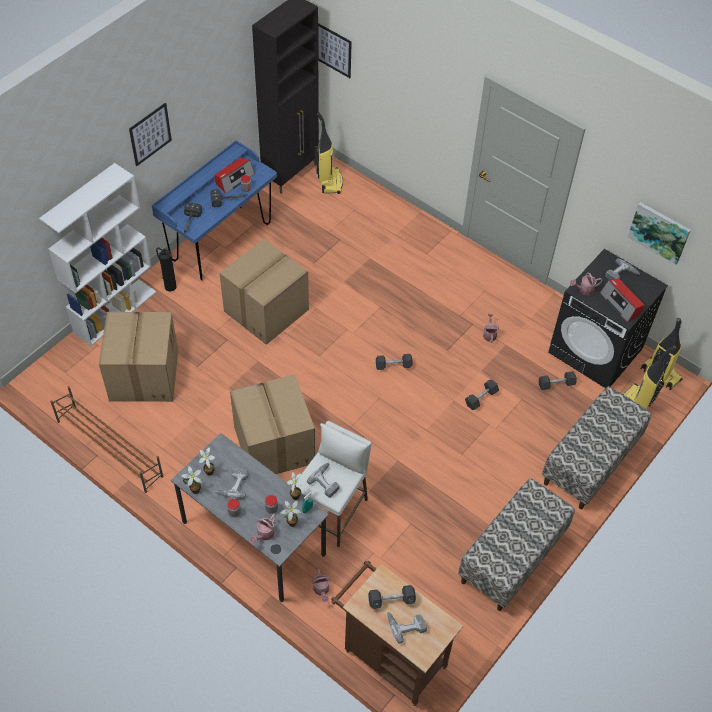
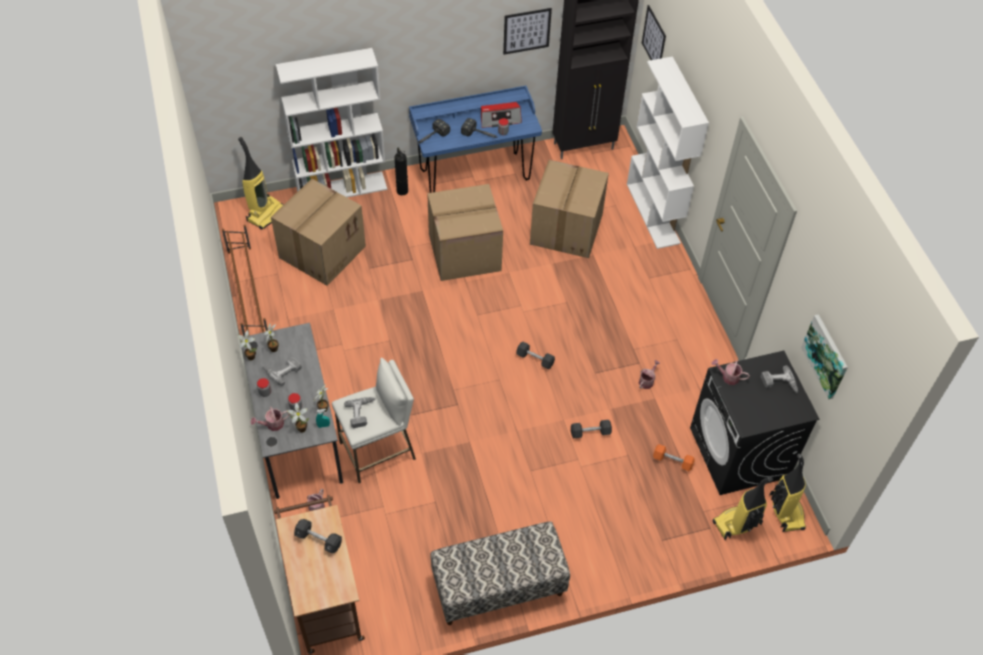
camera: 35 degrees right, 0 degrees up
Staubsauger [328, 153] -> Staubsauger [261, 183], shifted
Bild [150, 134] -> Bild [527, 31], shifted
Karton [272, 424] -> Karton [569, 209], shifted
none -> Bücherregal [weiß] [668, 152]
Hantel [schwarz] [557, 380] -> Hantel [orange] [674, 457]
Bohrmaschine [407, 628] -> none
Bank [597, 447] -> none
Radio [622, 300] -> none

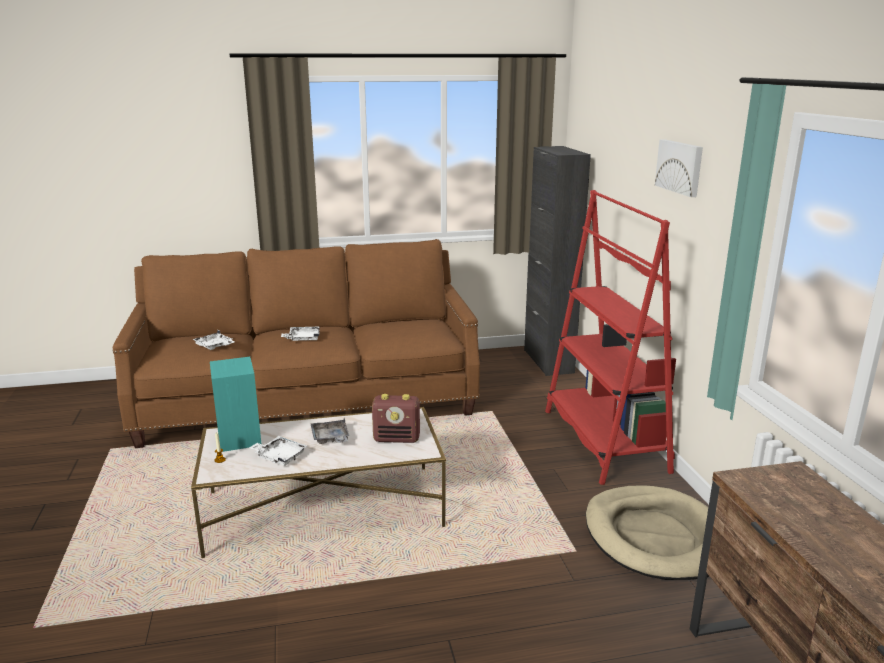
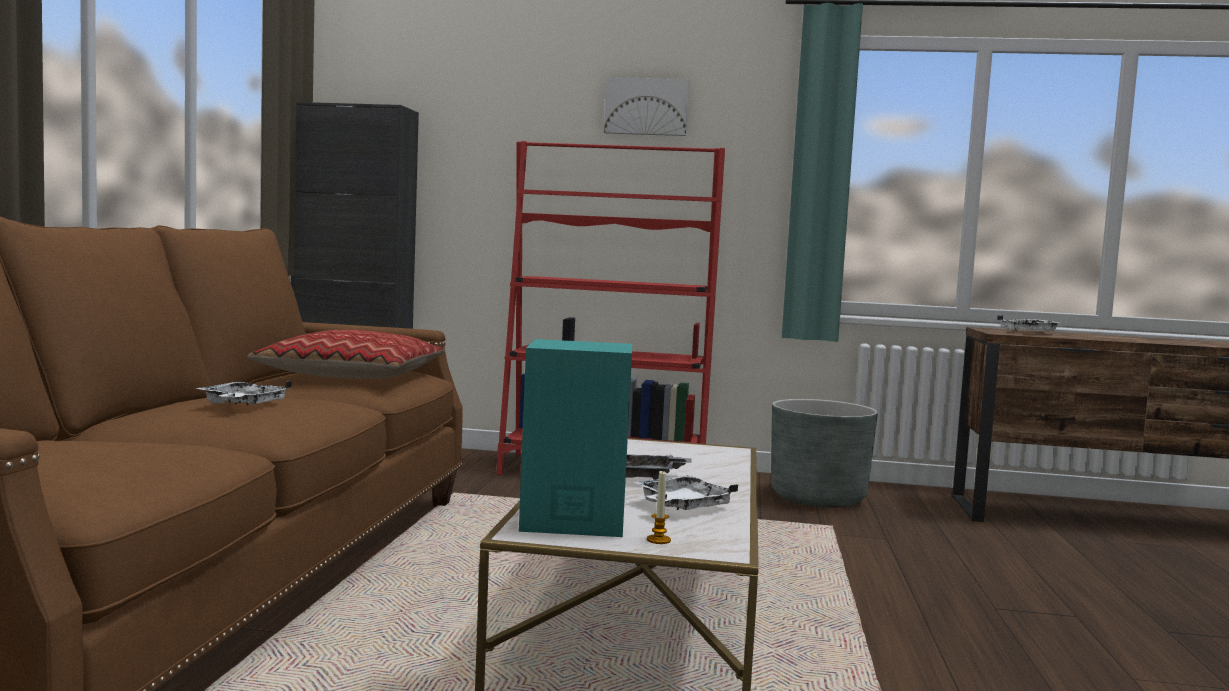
camera: 70 degrees left, 15 degrees down
none -> Kissen [346, 354]
Hundebett [beige] [647, 532] -> Pflanzkübel [grau] [824, 453]
Tablett [weiß] [213, 340] -> Tablett [weiß] [1028, 323], shifted
Radio [396, 418] -> none

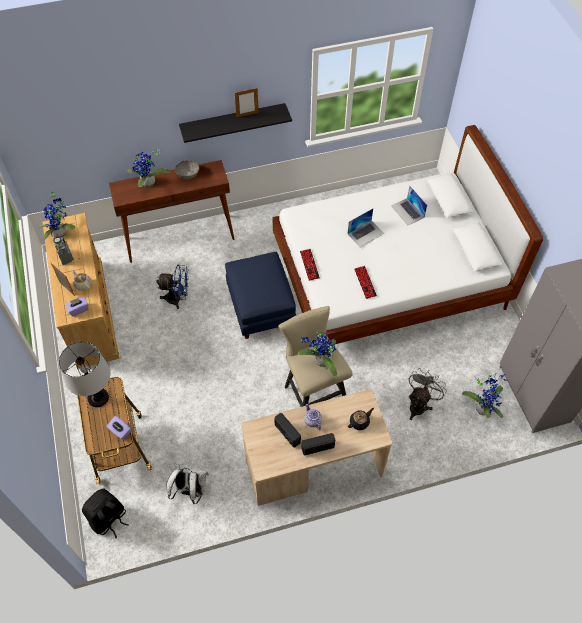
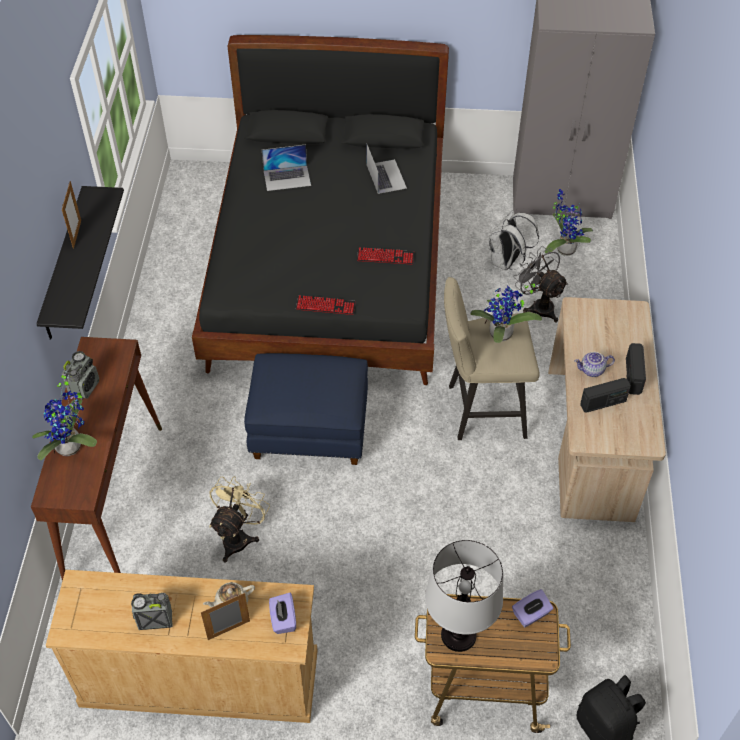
camera: 70 degrees left, 5 degrees down
Schüssel [grau] [187, 169] -> Radio [80, 375]
Bett [weiß] [407, 234] -> Bett [schwarz] [320, 210]
Ventilator [blau] [172, 287] -> Ventilator [beige] [239, 519]
Laptop [366, 228] -> Laptop [387, 169], shifted
Rucksack [weiß] [187, 484] -> Rucksack [weiß] [514, 240], shifted
Topfpflanze [56, 214] -> none
Teekanne [schwarz] [361, 419] -> none

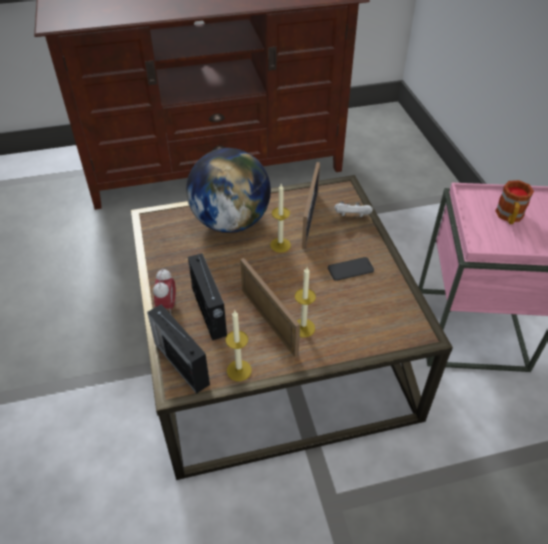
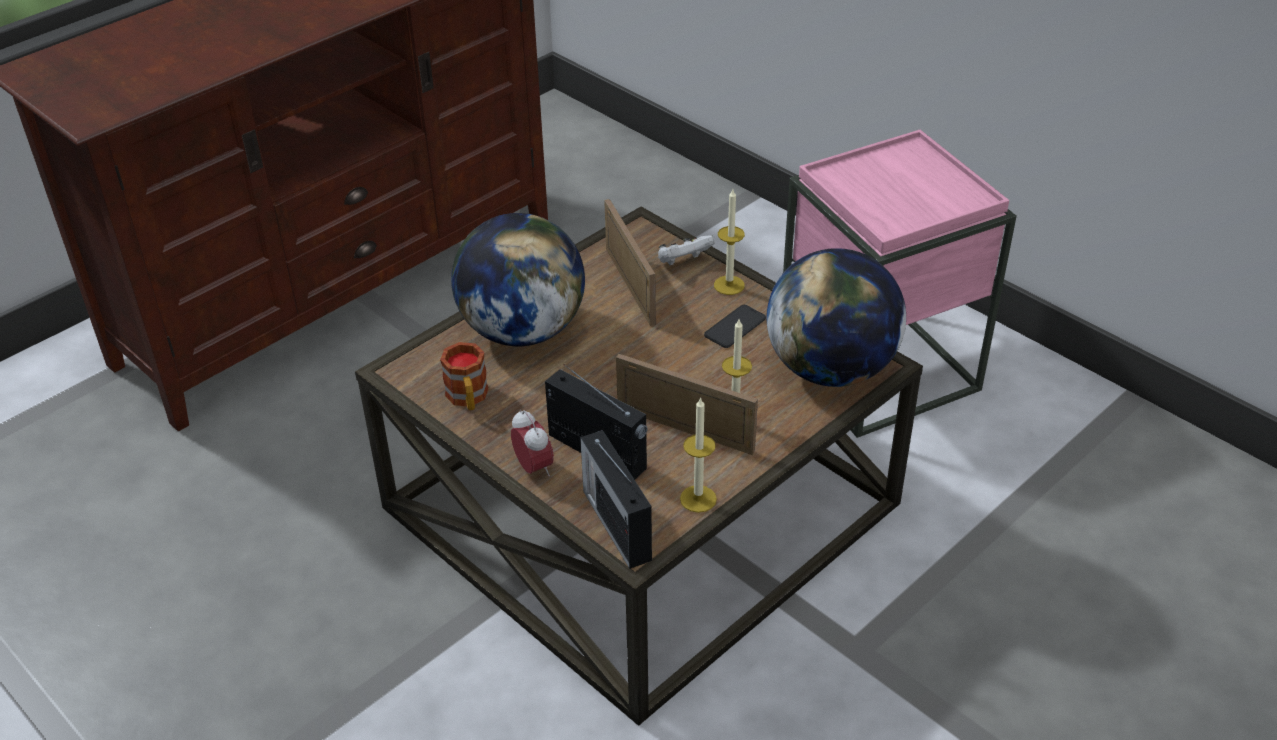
camera: 30 degrees left, 5 degrees down
Henkelbecher [514, 202] -> Henkelbecher [464, 376], shifted
Radio [178, 349] -> Radio [616, 499], 45 degrees clockwise
Kerze [280, 218] -> Kerze [729, 242], shifted
none -> Globus [836, 317]

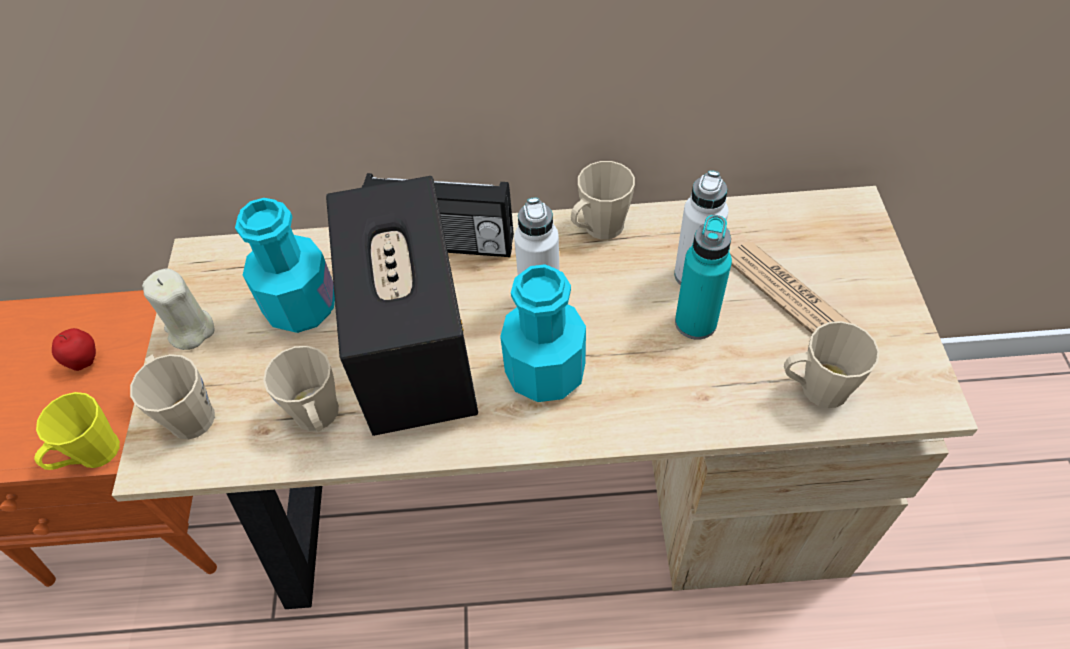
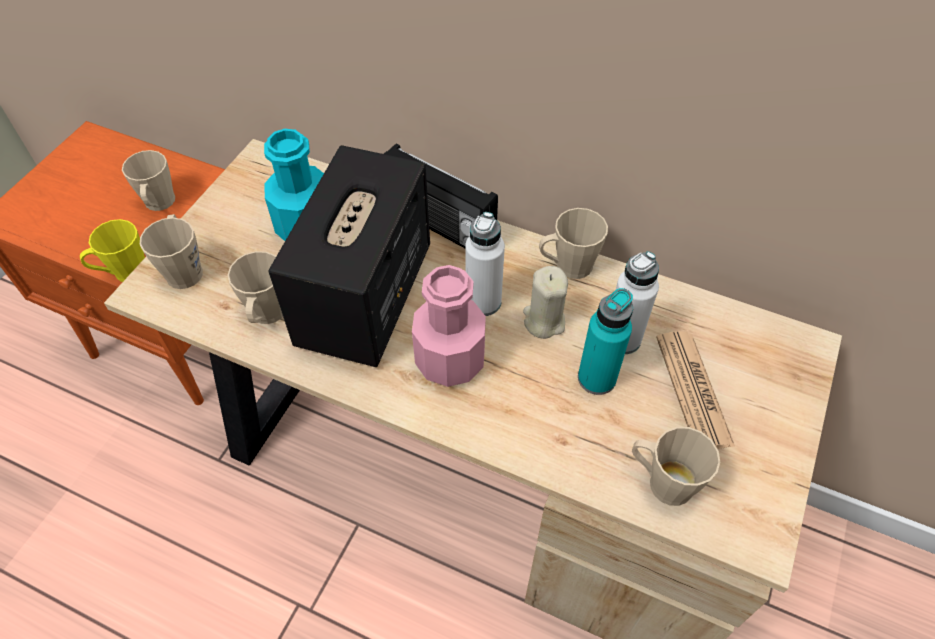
camera: 25 degrees right, 0 degrees up
Apfel [74, 349] -> Henkelbecher [beige] [148, 180]
Flasche [türkis] [543, 333] -> Flasche [rosa] [449, 326]
Kerze [beige] [178, 309] -> Kerze [beige] [545, 302], shifted

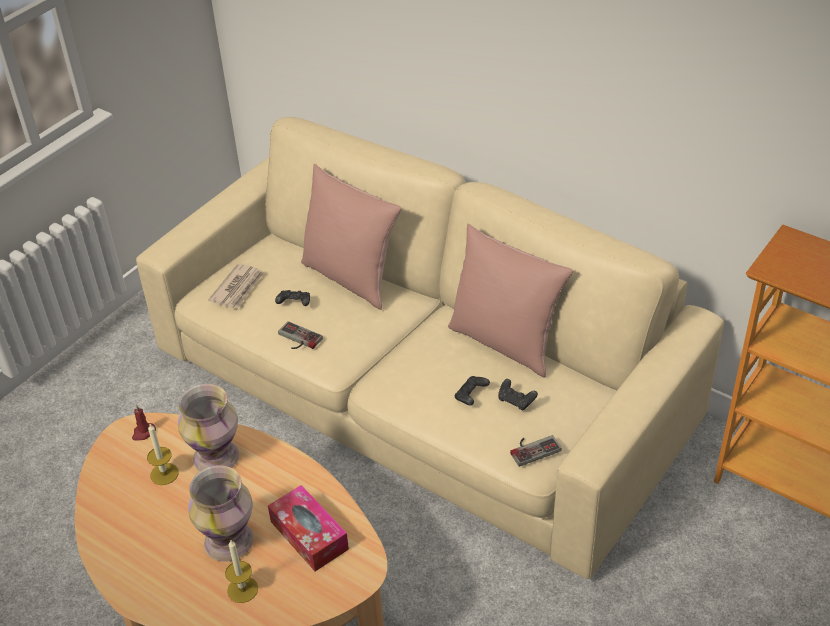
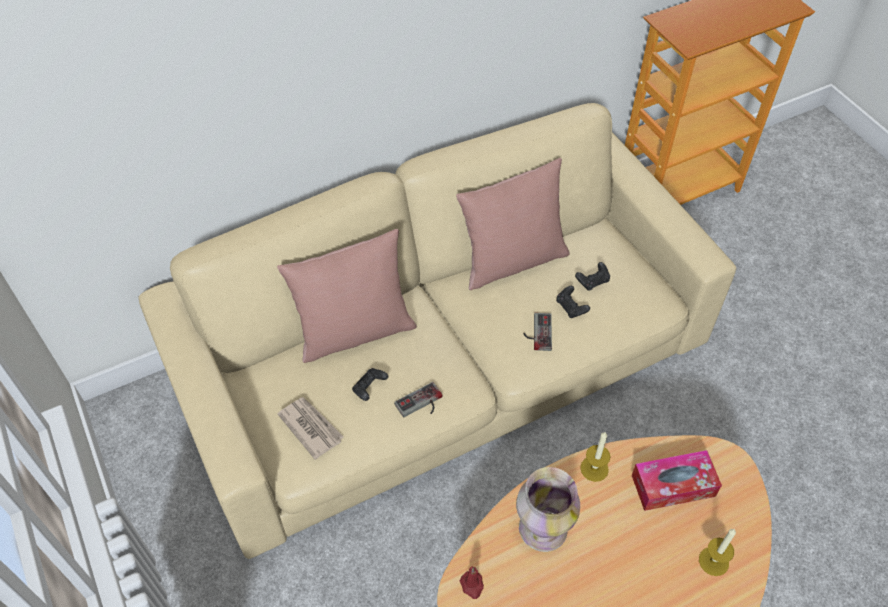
camera: 65 degrees left, 10 degrees up
Gamepad [536, 451] -> Gamepad [537, 332], shifted
Kerze [162, 454] -> Kerze [595, 457], shifted
Vase [221, 513] -> none

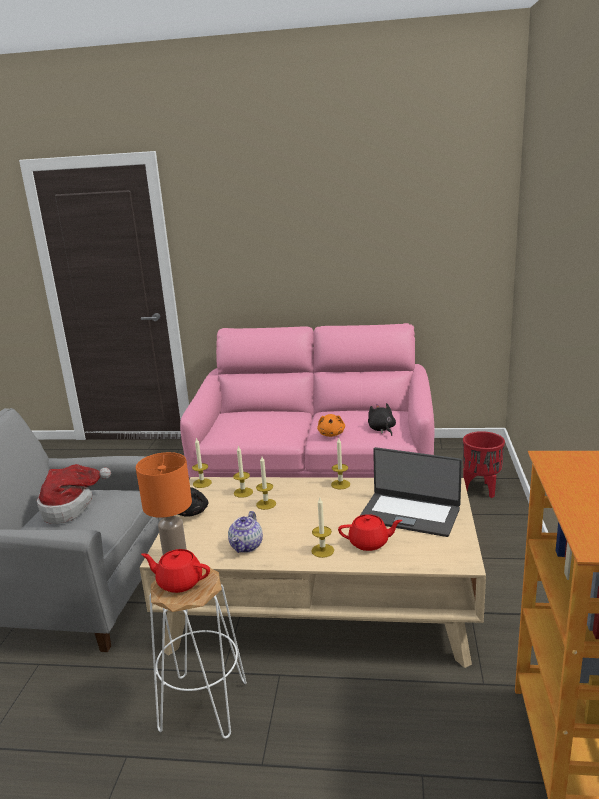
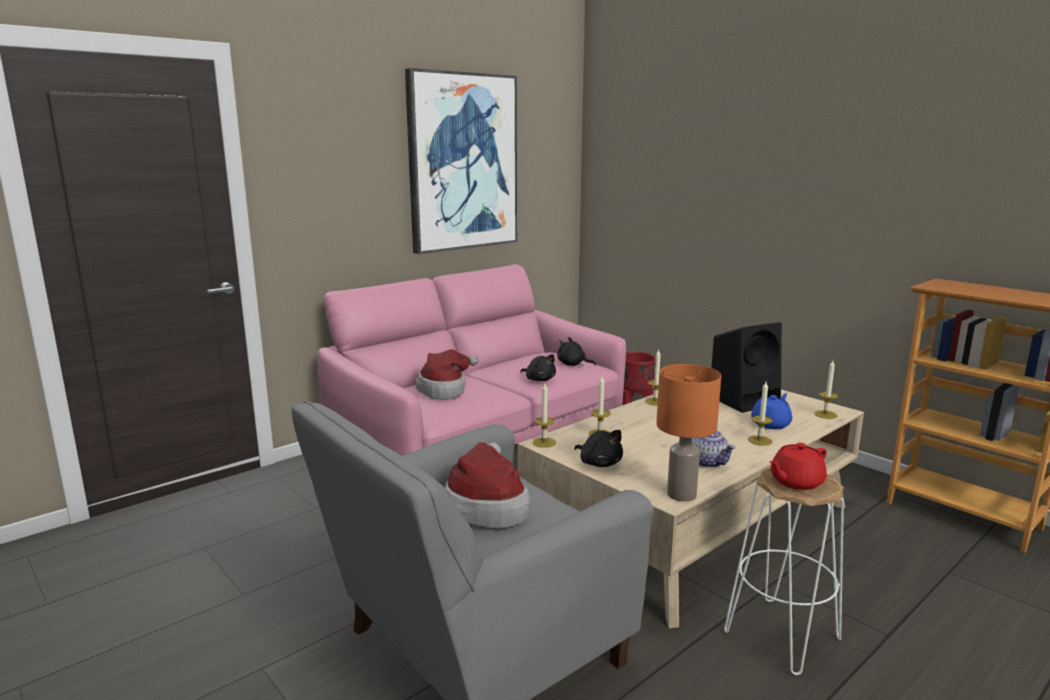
camera: 50 degrees left, 5 degrees down
none -> Bild [461, 161]
none -> Hut [447, 374]
Plüschtier [orange] [331, 425] -> Plüschtier [schwarz] [538, 367]
Laptop [411, 492] -> Lautsprecher [schwarz] [746, 367]
Teekanne [rot] [370, 532] -> Teekanne [blau] [771, 411]
Kerze [266, 483] -> Kerze [826, 389], shifted

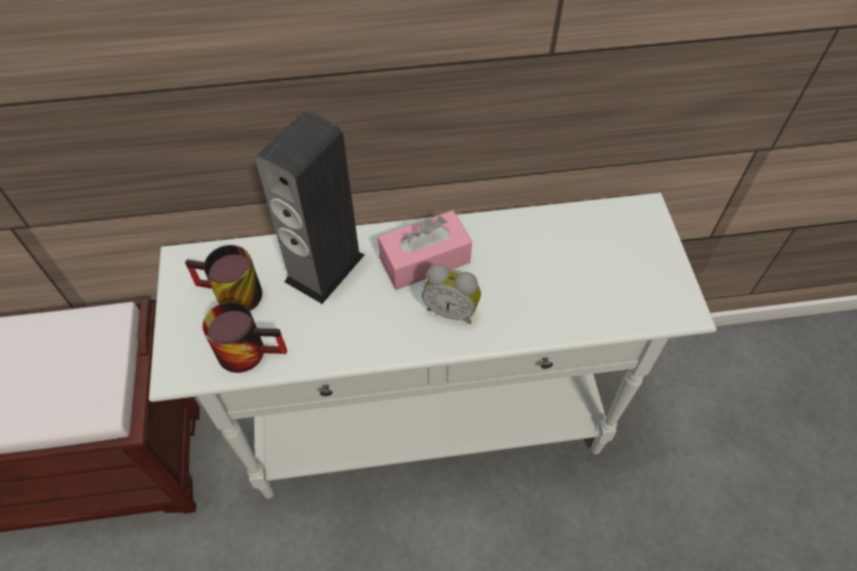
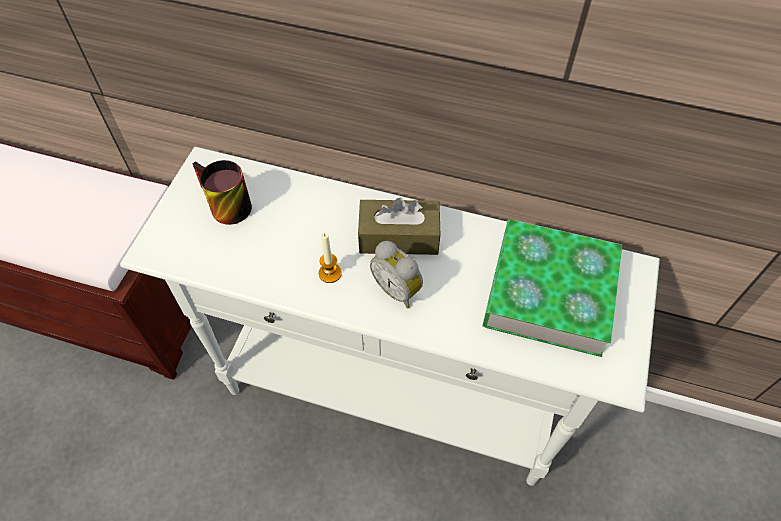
camera: 25 degrees right, 0 degrees up
none -> Kerze [330, 257]
Taschentuchbox [rosa] [425, 250] -> Taschentuchbox [braun] [399, 226]
none -> Buch [552, 288]
Henkelbecher [244, 337] -> none
Lautsprecher [309, 207] -> none

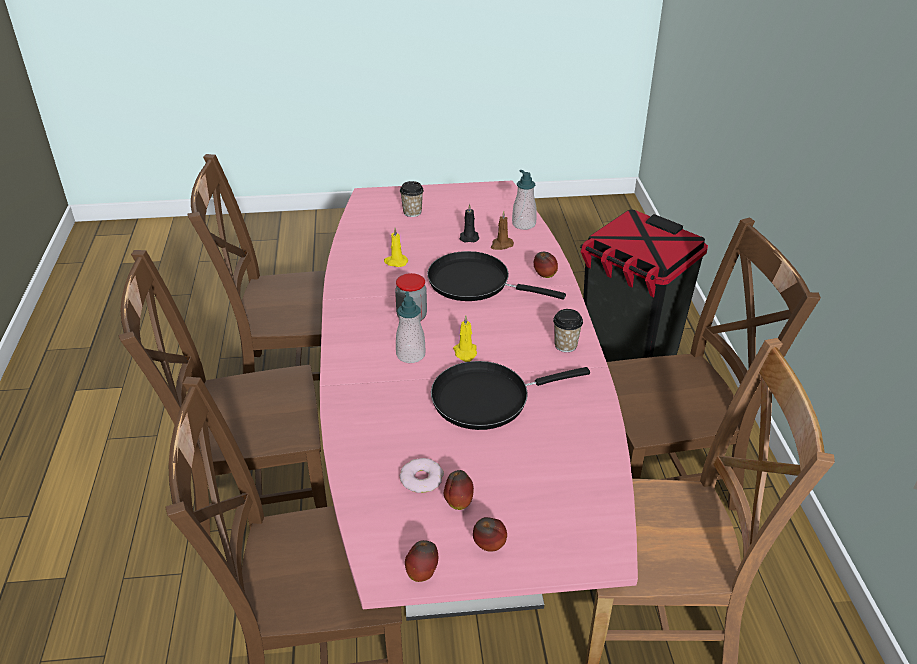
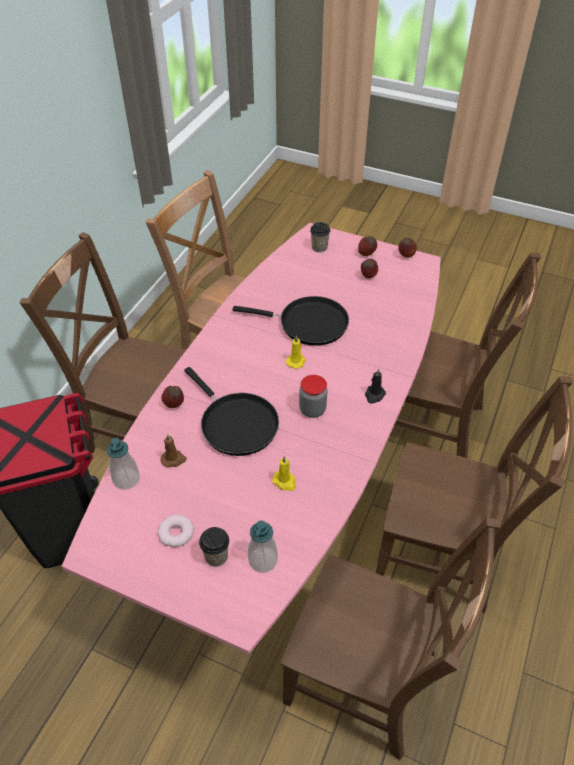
camera: 150 degrees left, 10 degrees up
Donut [422, 475] -> Donut [175, 531], shifted
Seifenspender [410, 327] -> Seifenspender [263, 547], shifted
Tasse [568, 330] -> Tasse [320, 237], shifted
Kerze [schwarz] [469, 223] -> Kerze [schwarz] [375, 386], shifted

